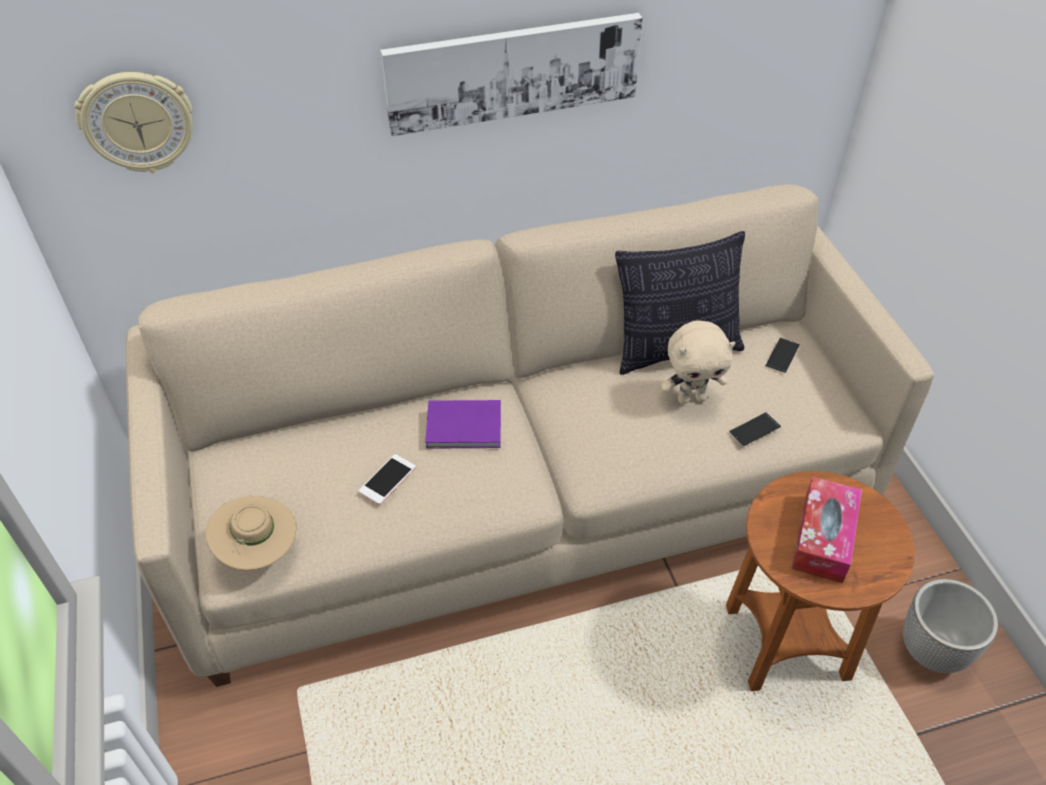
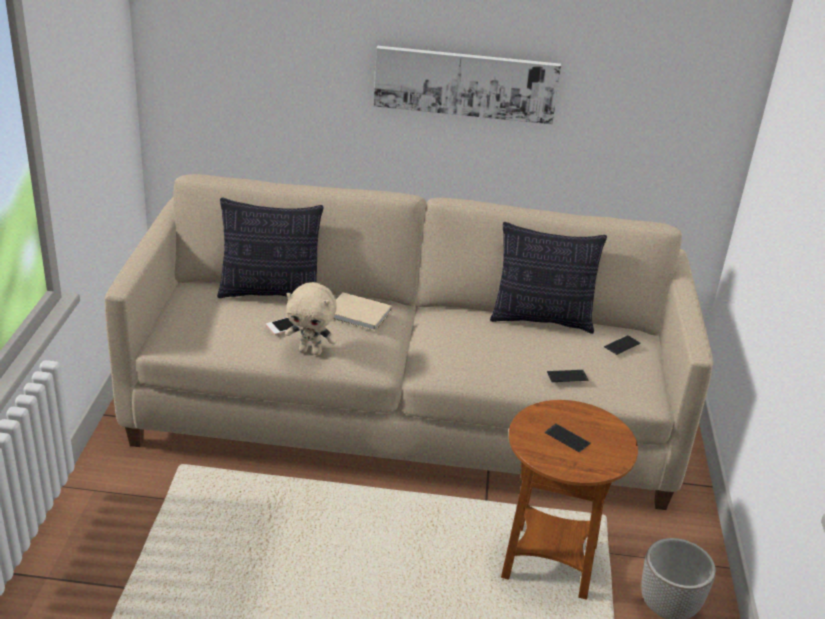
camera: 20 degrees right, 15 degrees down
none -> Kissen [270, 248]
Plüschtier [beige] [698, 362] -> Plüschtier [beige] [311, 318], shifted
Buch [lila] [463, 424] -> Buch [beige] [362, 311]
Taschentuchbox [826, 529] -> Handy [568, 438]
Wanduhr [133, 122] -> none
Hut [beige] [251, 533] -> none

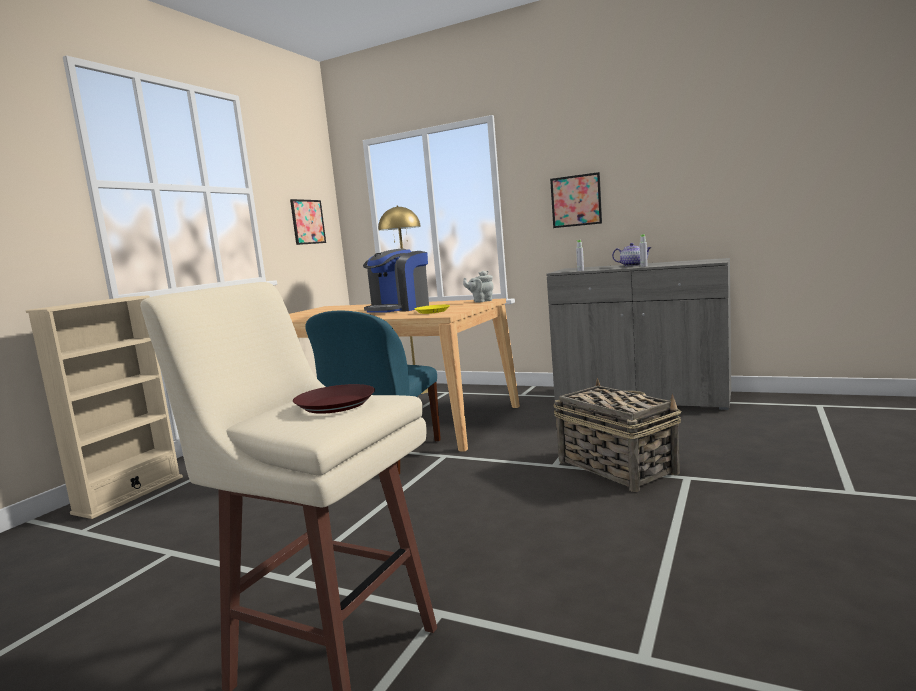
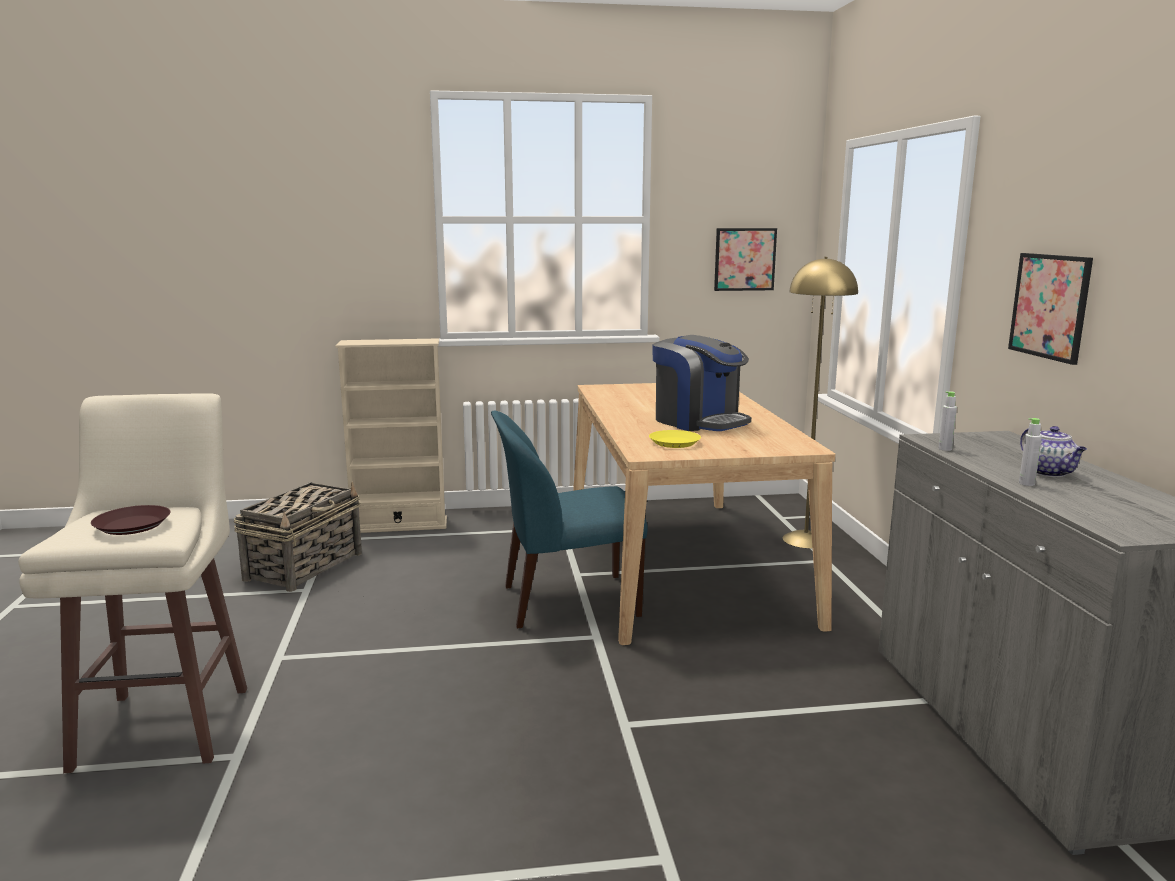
camera: 55 degrees right, 5 degrees up
Korb [617, 435] -> Korb [298, 537], shifted
Kaffeemaschine [396, 280] -> Kaffeemaschine [701, 383], 135 degrees counterclockwise
Teekanne [grau] [478, 287] -> none

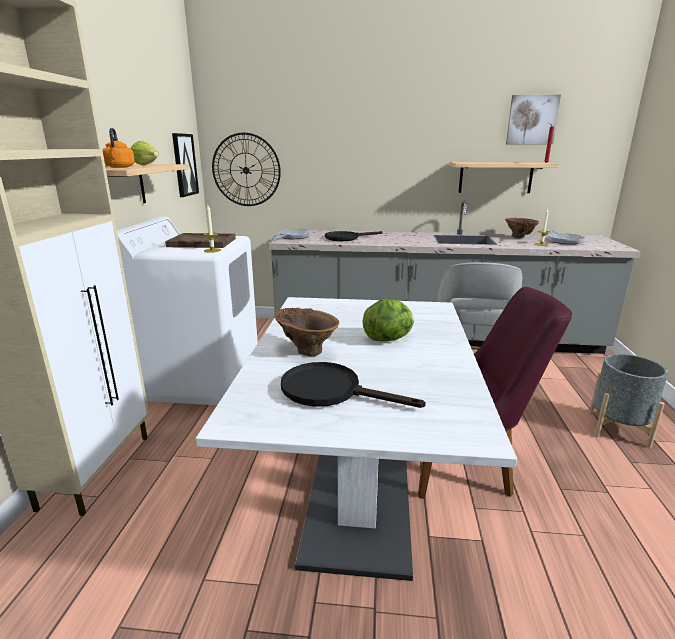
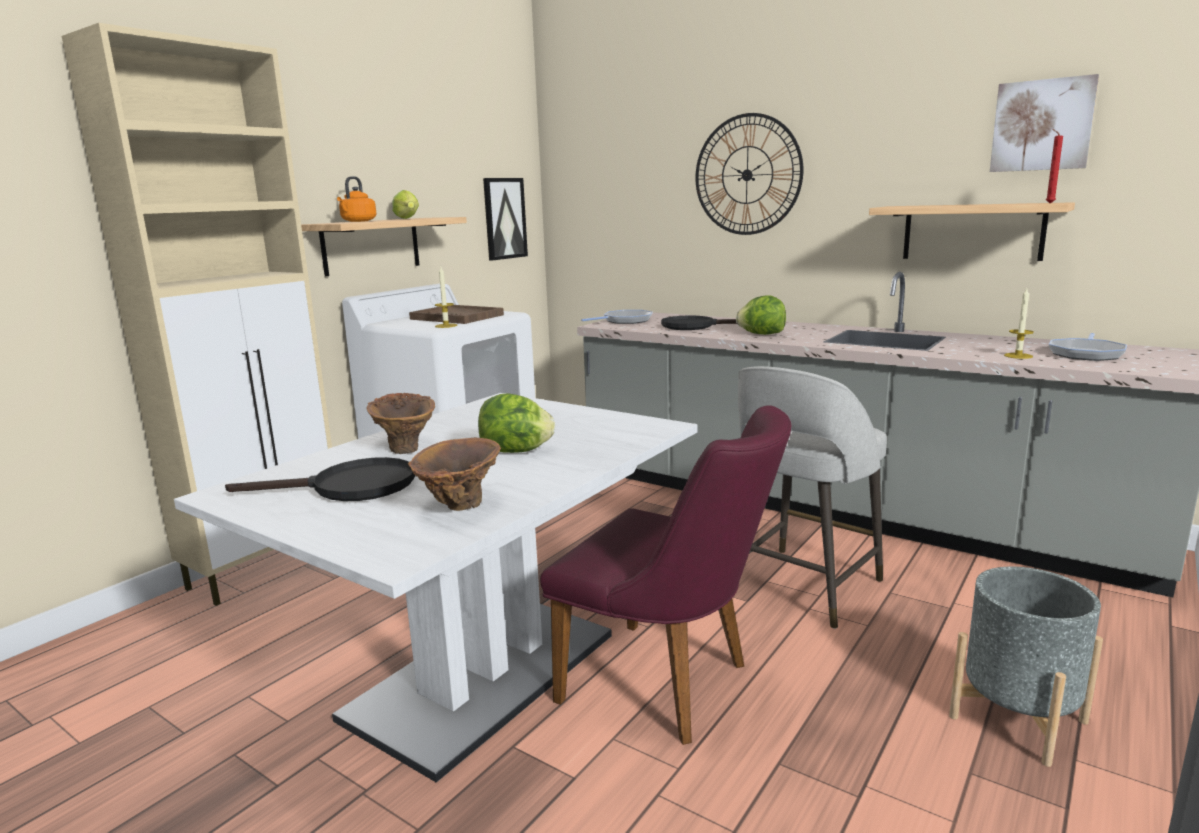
camera: 30 degrees right, 5 degrees down
Pfanne [schwarz] [353, 385] -> Pfanne [schwarz] [320, 479], 120 degrees clockwise
Vase [braun] [522, 228] -> Vase [braun] [454, 474], shifted
Wanduhr [246, 169] -> Wanduhr [749, 174], shifted
none -> Salatkopf [761, 315]

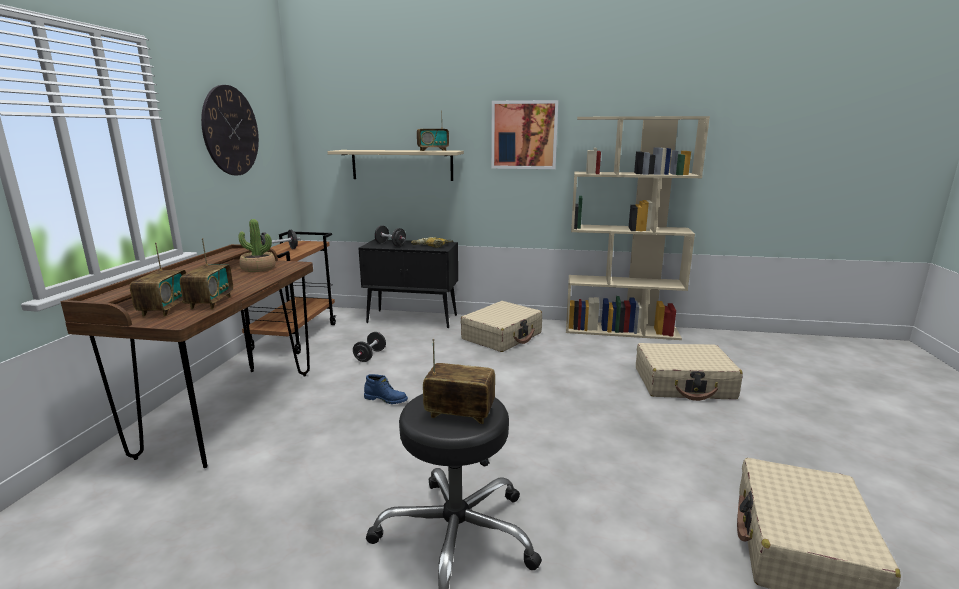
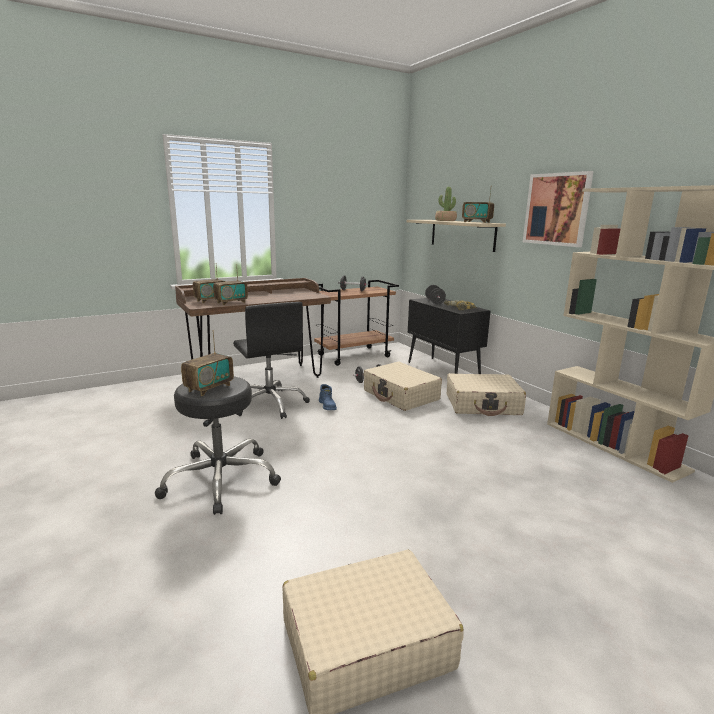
camera: 50 degrees right, 0 degrees up
Radio [459, 381] -> Radio [207, 363], 60 degrees clockwise
none -> Bürostuhl [schwarz] [271, 360]
Koffer [beige] [689, 372] -> Koffer [beige] [403, 386], shifted
Topfpflanze [256, 245] -> Topfpflanze [446, 204], shifted
Wanduhr [230, 130] -> none

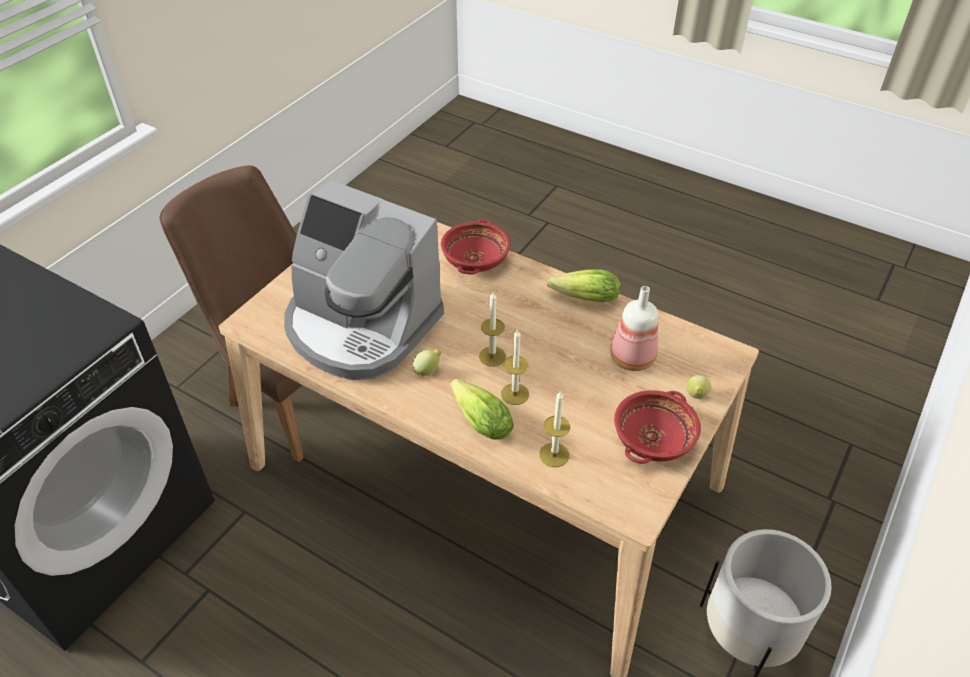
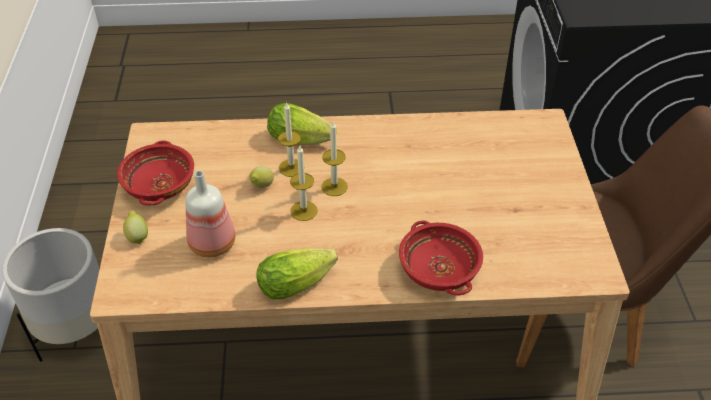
camera: 145 degrees right, 0 degrees up
Zitrone [427, 362] -> Zitrone [262, 177], shifted
Kerze [554, 428] -> Kerze [304, 183], shifted
Kaffeemaschine [364, 280] -> none

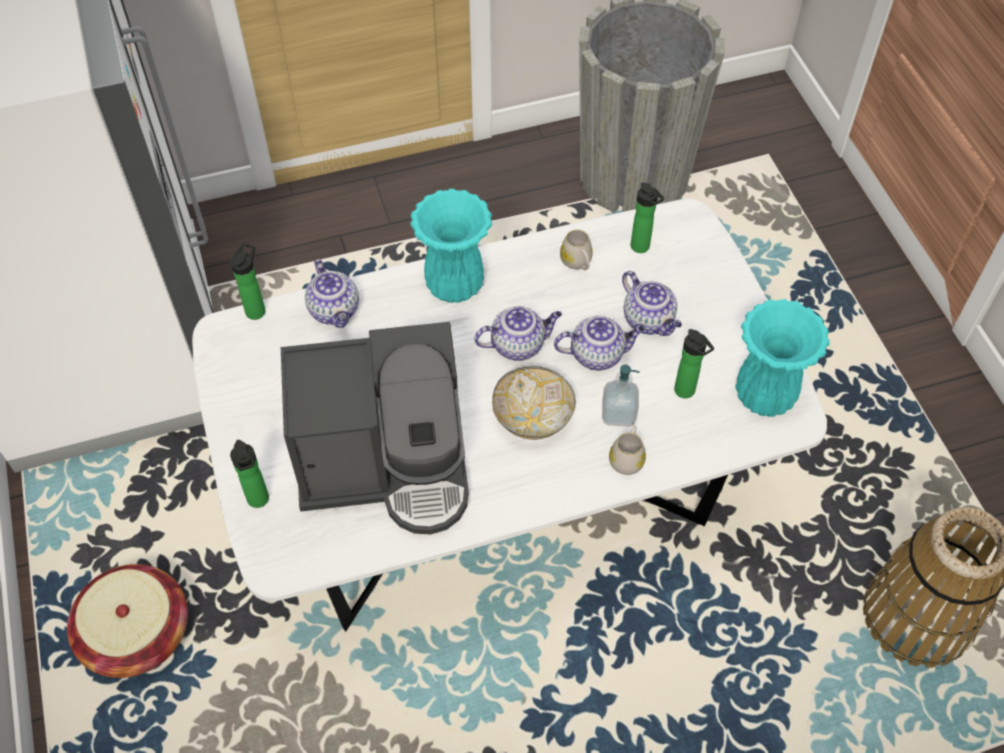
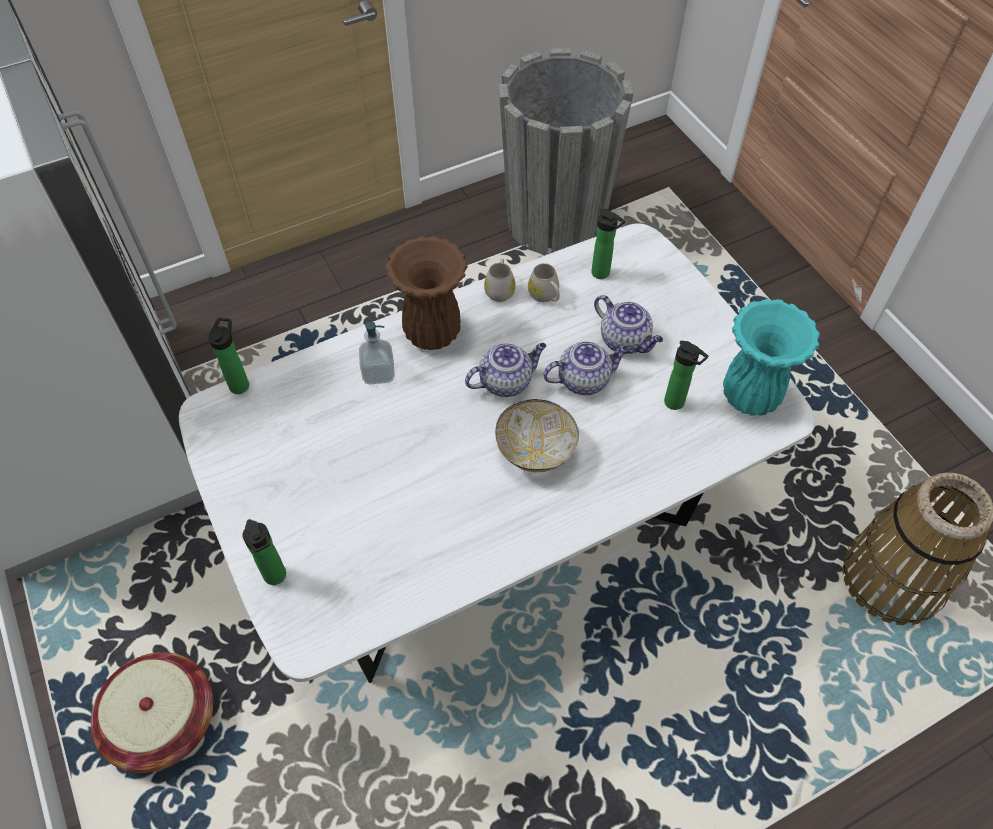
camera: 10 degrees left, 0 degrees up
Seifenspender [620, 395] -> Seifenspender [377, 353], shifted
Vase [türkis] [451, 246] -> Vase [braun] [426, 293]
Henkelbecher [weiß] [627, 450] -> Henkelbecher [weiß] [500, 280], shifted
Kaffeemaschine [375, 428] -> none
Teekanne [332, 293] -> none

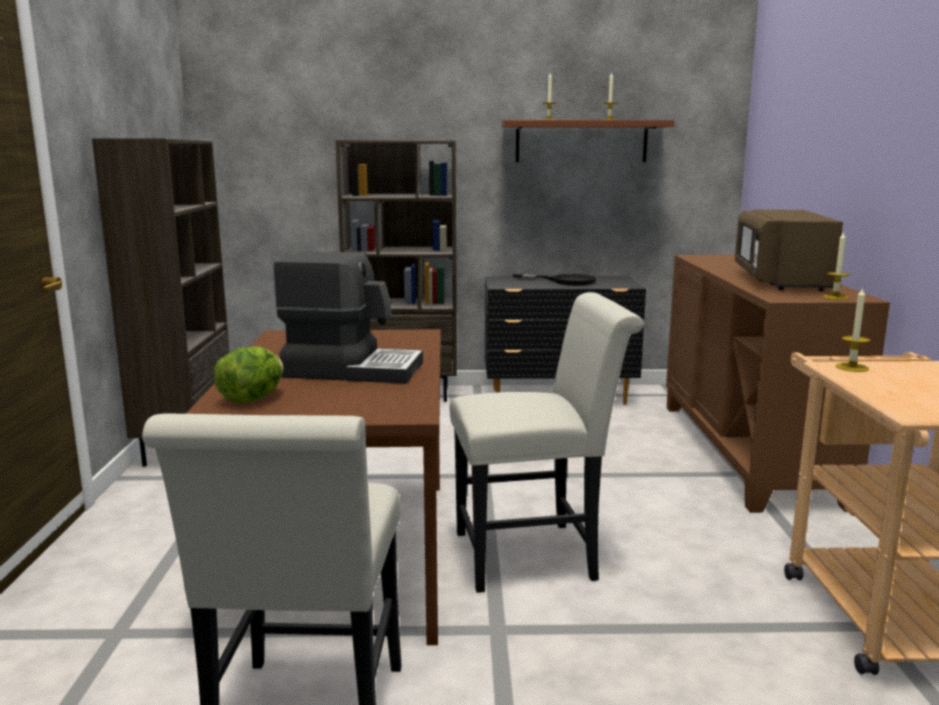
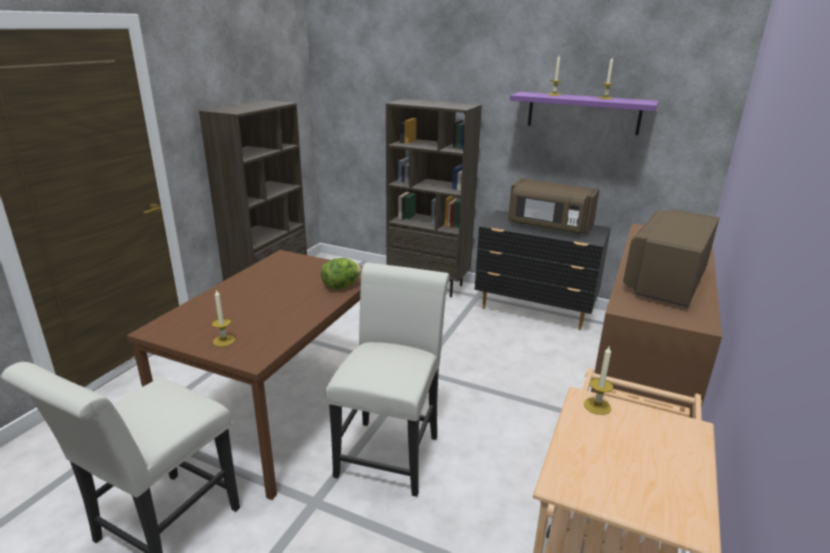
camera: 25 degrees right, 10 degrees up
Kerze [836, 265] -> Kerze [223, 318], shifted
Salatkopf [249, 374] -> Salatkopf [341, 273], shifted
Stuhl [weiß] [547, 442] -> Stuhl [weiß] [387, 380], 90 degrees counterclockwise
Pfanne [schwarz] [555, 280] -> Mikrowelle [braun] [554, 206]
Wandregal [braun] [588, 141] -> Wandregal [lila] [584, 113]
Kaffeemaschine [348, 317] -> none

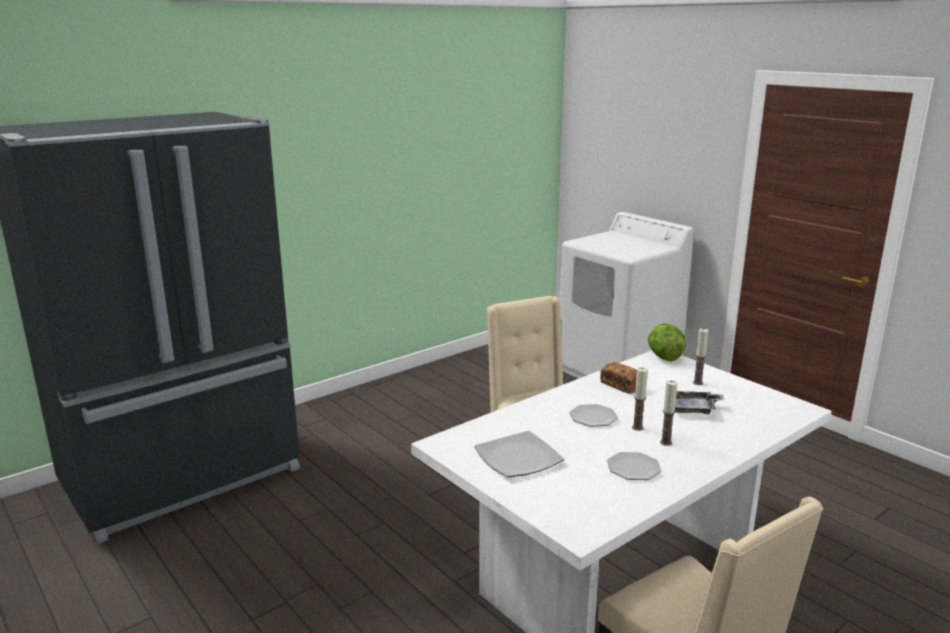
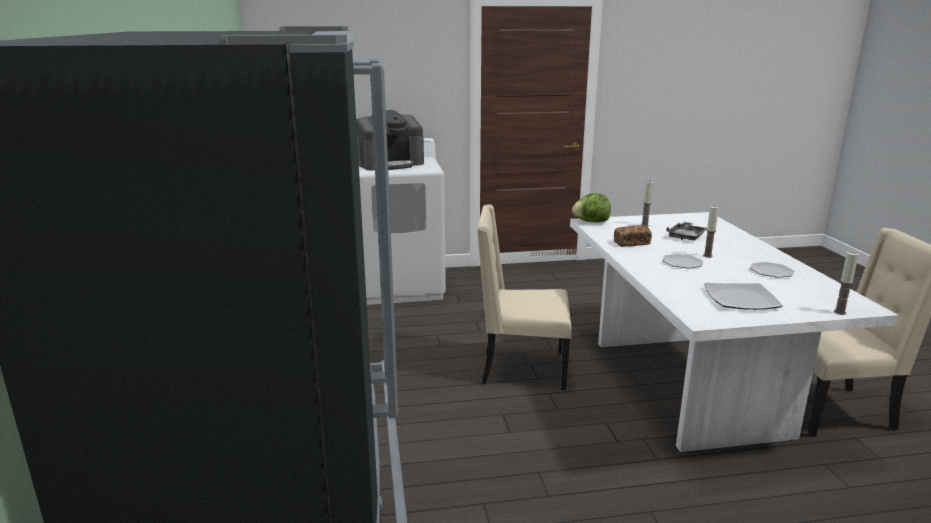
camera: 60 degrees left, 0 degrees up
none -> Kaffeemaschine [390, 140]
Kerze [669, 413] -> Kerze [846, 283], shifted

